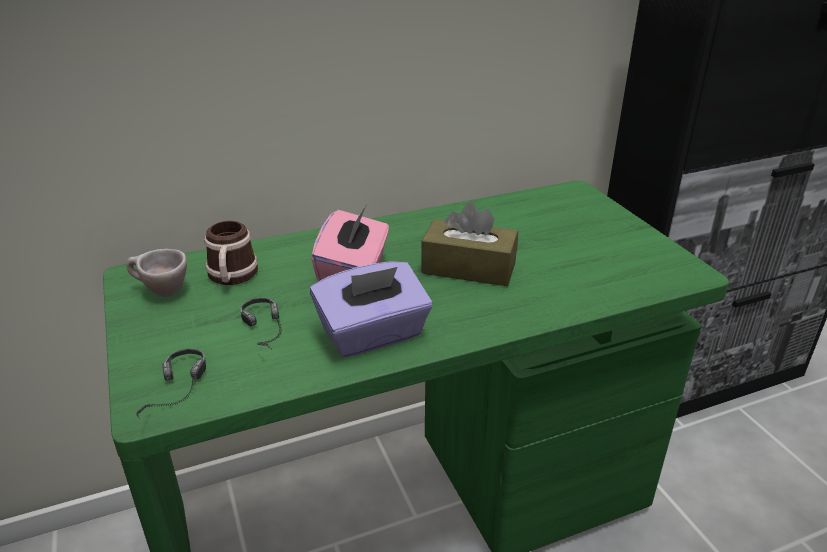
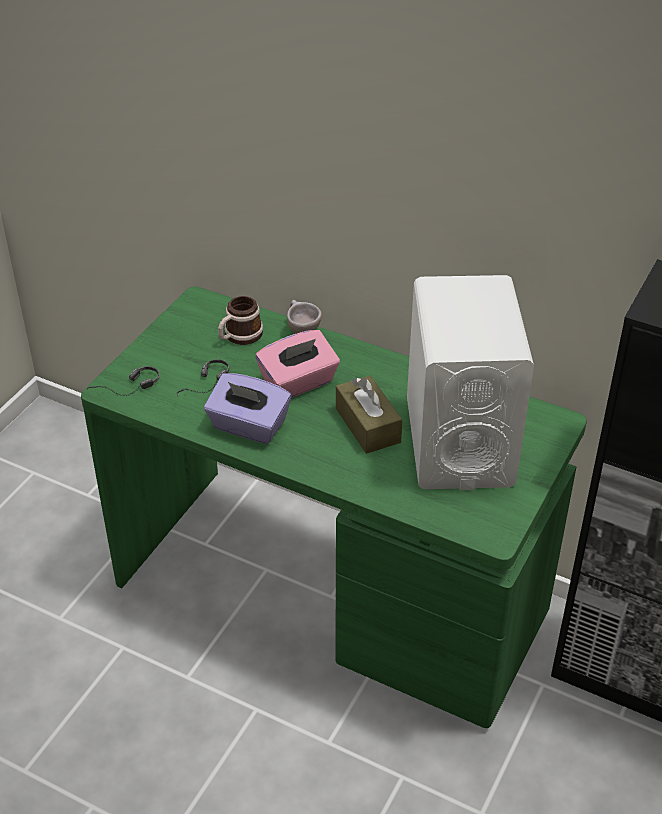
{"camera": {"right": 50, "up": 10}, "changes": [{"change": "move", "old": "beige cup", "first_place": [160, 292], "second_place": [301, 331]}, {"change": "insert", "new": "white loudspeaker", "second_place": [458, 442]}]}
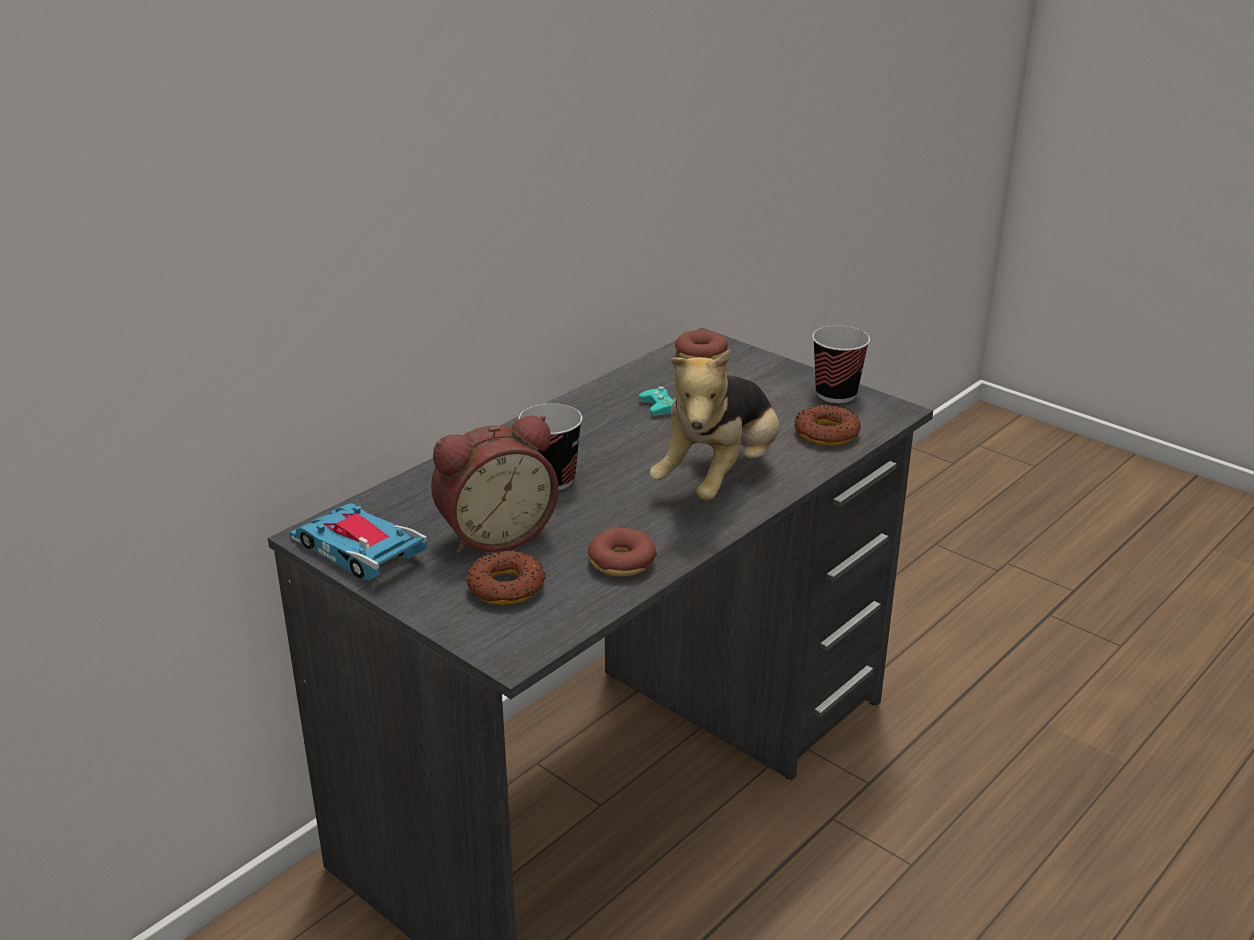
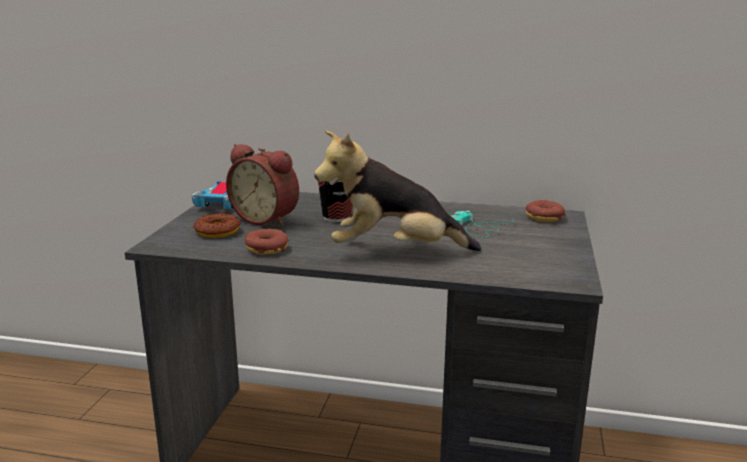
{"camera": {"right": 60, "up": -10}, "changes": [{"change": "delete", "old": "donut", "first_place": [826, 433]}, {"change": "delete", "old": "cup", "first_place": [836, 394]}]}
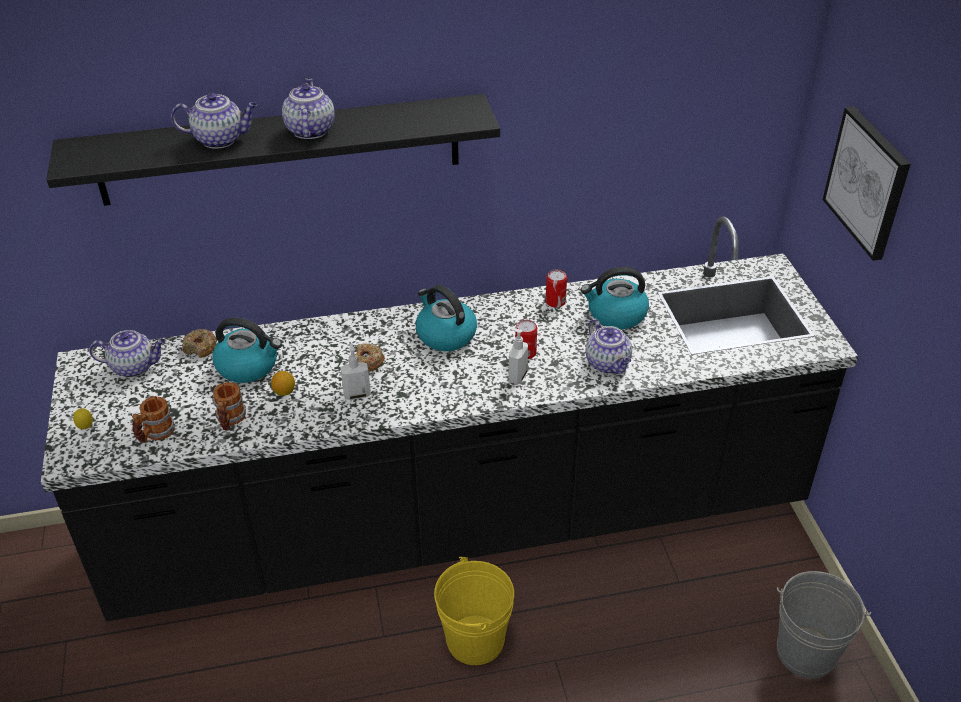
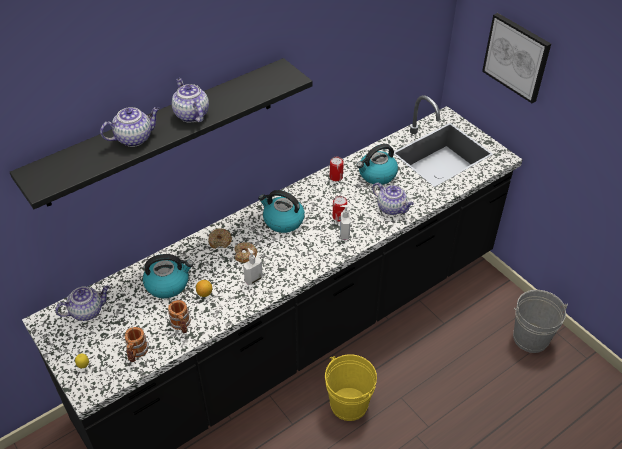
{"camera": {"right": -25, "up": 5}, "changes": [{"change": "move", "old": "donut", "first_place": [200, 348], "second_place": [220, 241]}]}
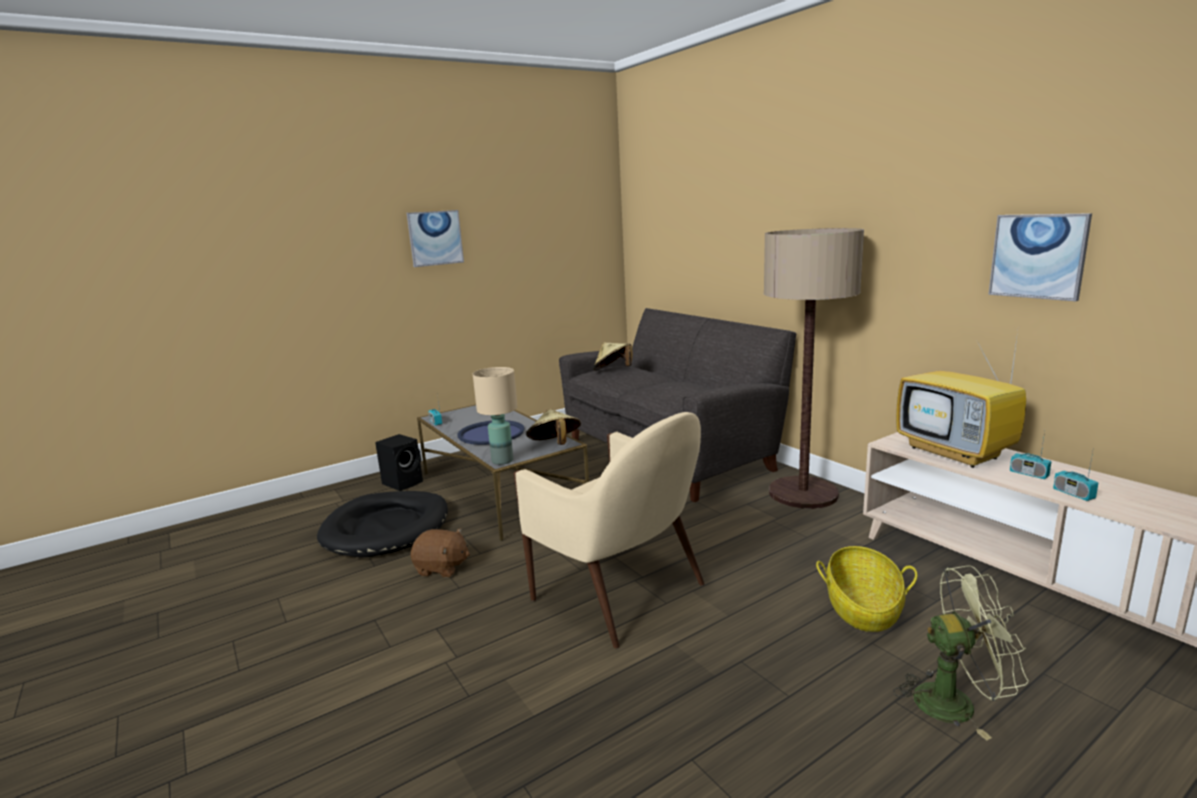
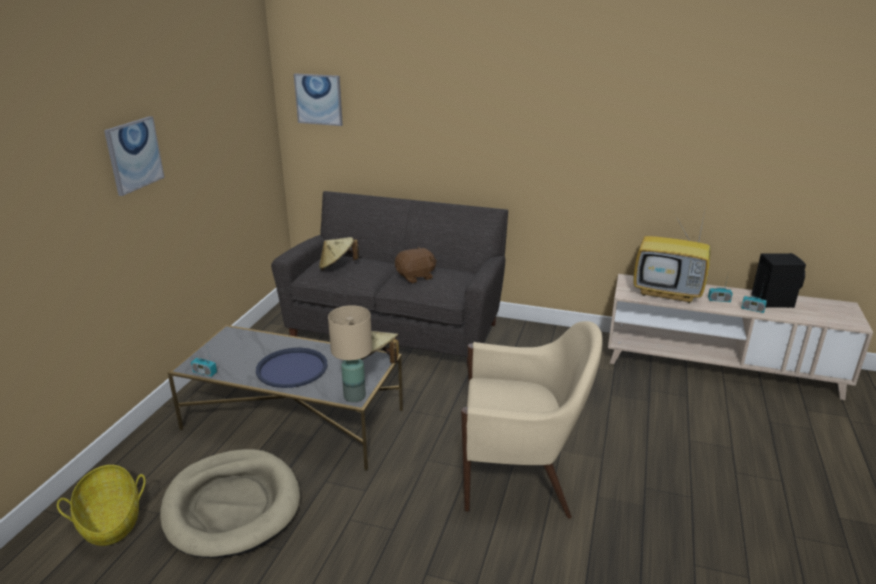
{"camera": {"right": -40, "up": 10}, "changes": [{"change": "move", "old": "storage basket", "first_place": [862, 608], "second_place": [110, 521]}, {"change": "recolor", "old": "black-coloured dog cushion", "new": "beige dog cushion", "first_place": [387, 528], "second_place": [232, 506]}, {"change": "move", "old": "wall picture", "first_place": [1038, 256], "second_place": [319, 99]}, {"change": "move", "old": "brownish cuddly toy", "first_place": [442, 568], "second_place": [416, 277]}, {"change": "move", "old": "black-coloured loudspeaker", "first_place": [404, 482], "second_place": [772, 300]}, {"change": "delete", "old": "standard lamp", "first_place": [803, 493]}, {"change": "delete", "old": "green cooling fan", "first_place": [955, 701]}]}
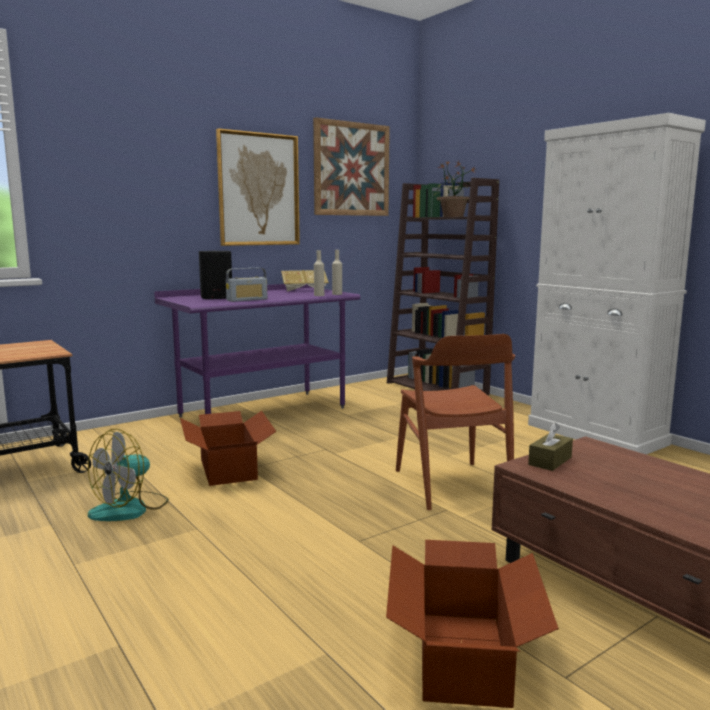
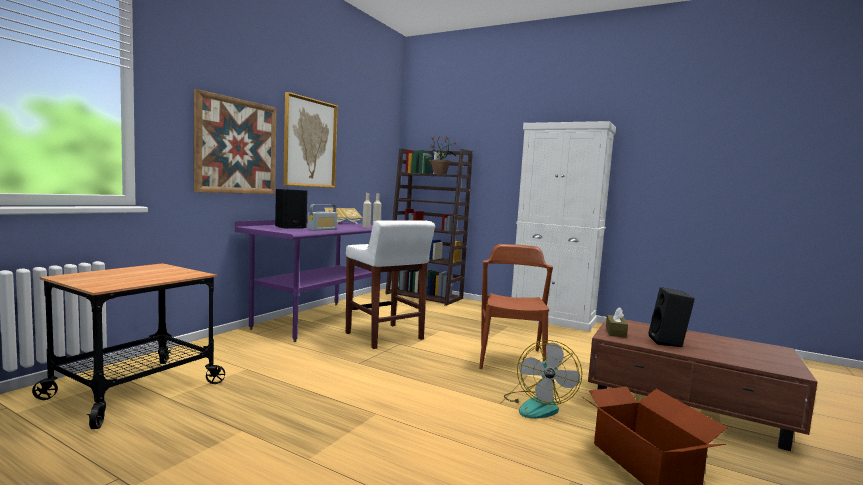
{"camera": {"right": -25, "up": -5}, "changes": [{"change": "move", "old": "wall picture", "first_place": [351, 169], "second_place": [237, 146]}, {"change": "insert", "new": "white stool seat", "second_place": [385, 337]}, {"change": "rotate", "old": "brownish upright chair", "first_place": [452, 485], "second_place": [511, 359], "degrees": -135}, {"change": "move", "old": "cooling fan", "first_place": [130, 508], "second_place": [538, 405]}, {"change": "insert", "new": "black-coloured loudspeaker", "second_place": [668, 342]}, {"change": "delete", "old": "cardboard box", "first_place": [229, 468]}]}
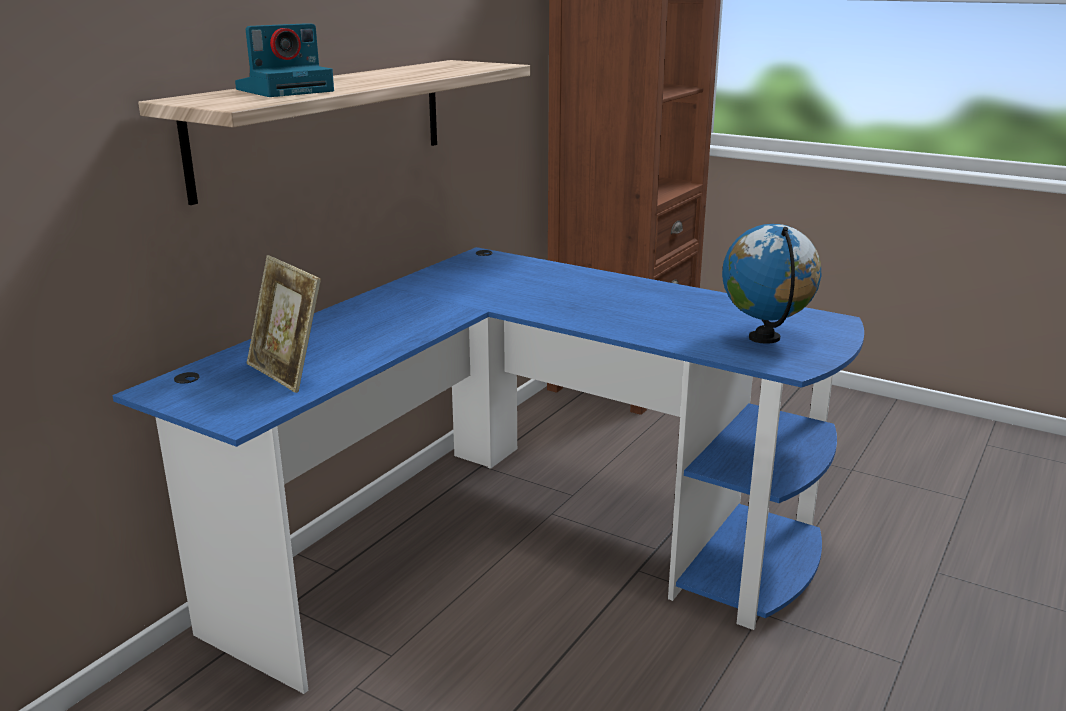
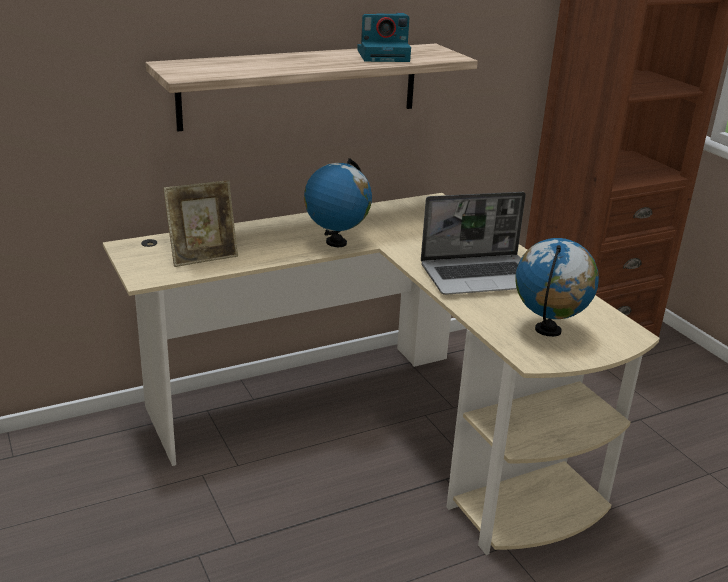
{"camera": {"right": 30, "up": 5}, "changes": [{"change": "recolor", "old": "blue-coloured desk table", "new": "beige desk table", "first_place": [521, 543], "second_place": [383, 427]}, {"change": "rotate", "old": "picture frame", "first_place": [287, 373], "second_place": [203, 257], "degrees": -105}, {"change": "insert", "new": "desk globe", "second_place": [336, 242]}, {"change": "move", "old": "photo camera", "first_place": [286, 90], "second_place": [384, 55]}, {"change": "insert", "new": "laptop", "second_place": [481, 276]}]}
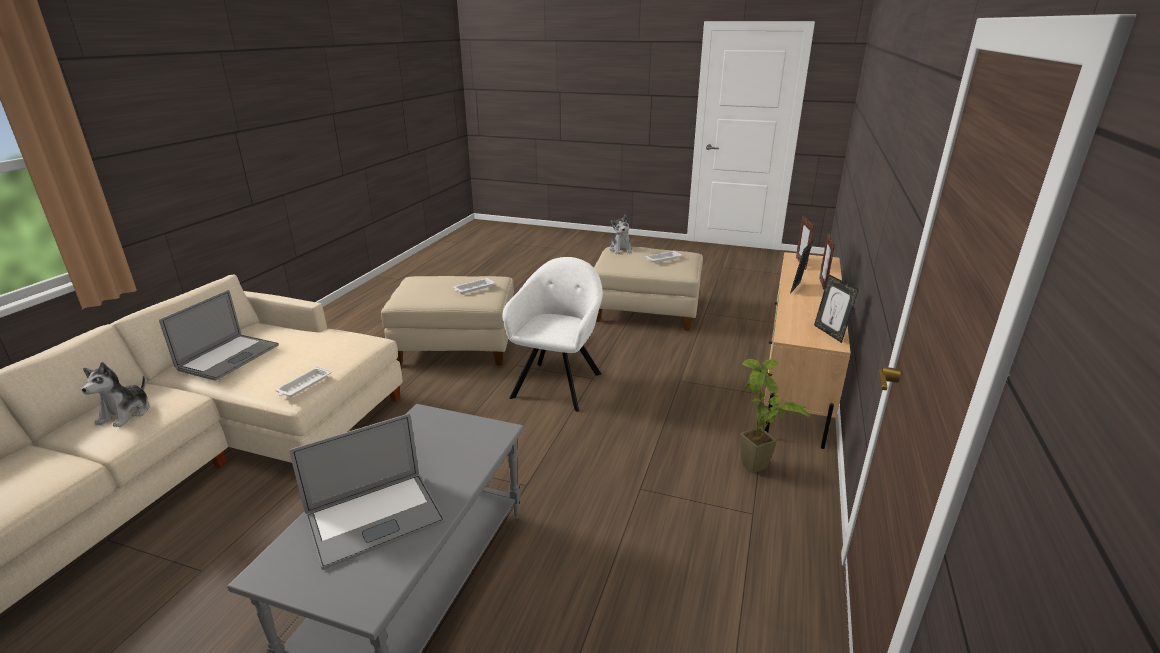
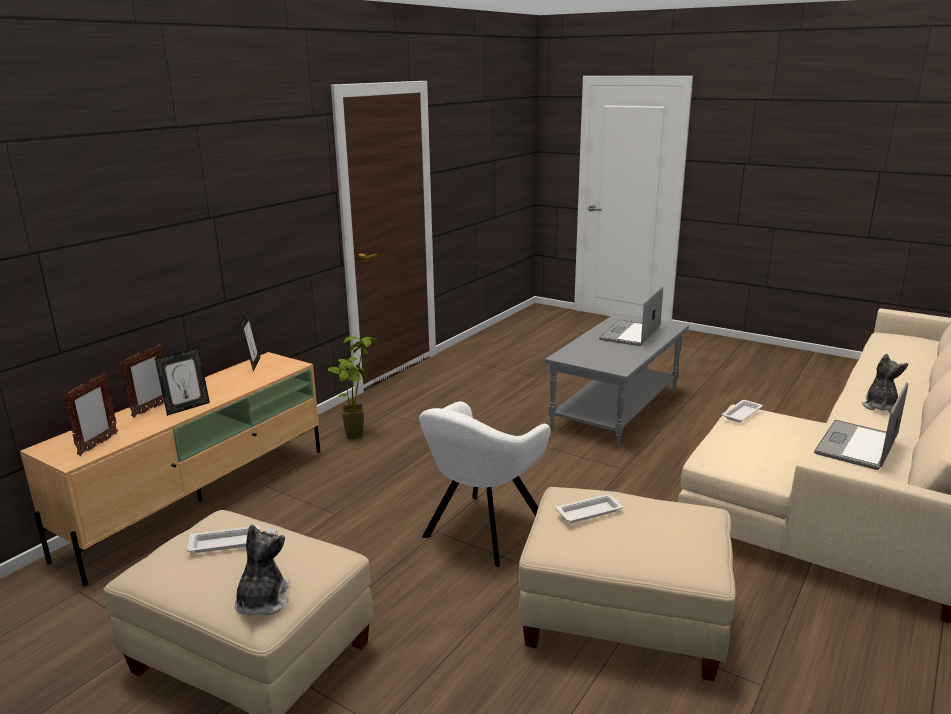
{"camera": {"right": -165, "up": -5}, "changes": [{"change": "rotate", "old": "laptop", "first_place": [374, 519], "second_place": [630, 333], "degrees": -45}]}
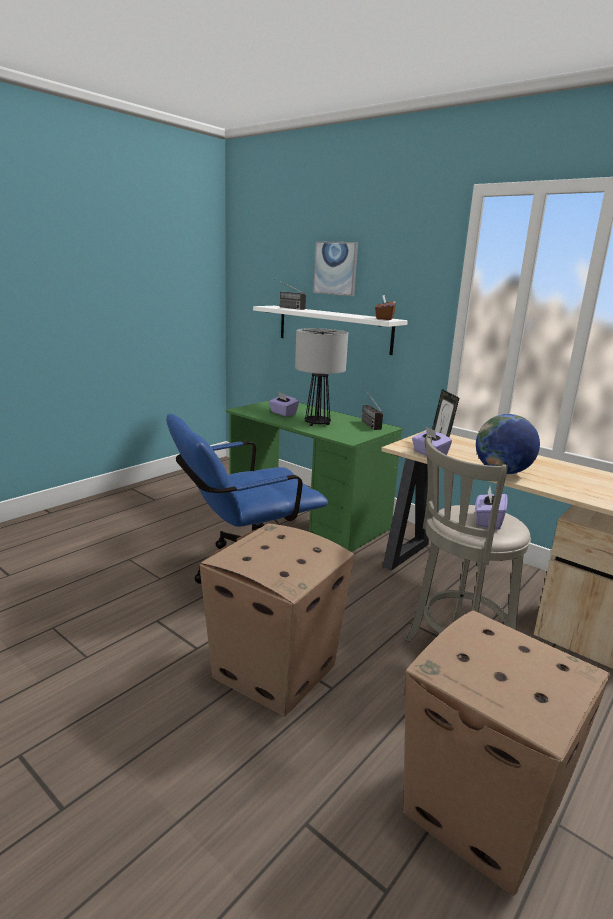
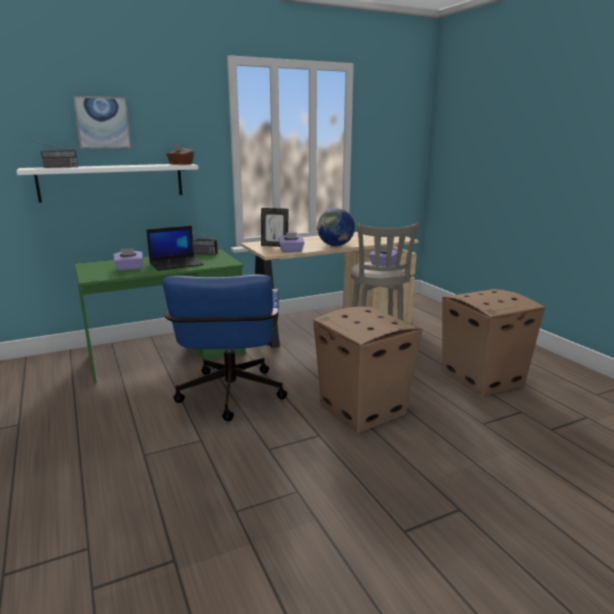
{"camera": {"right": -65, "up": 0}, "changes": [{"change": "replace", "old": "tabletop lamp", "new": "laptop", "first_place": [317, 423], "second_place": [177, 264]}]}
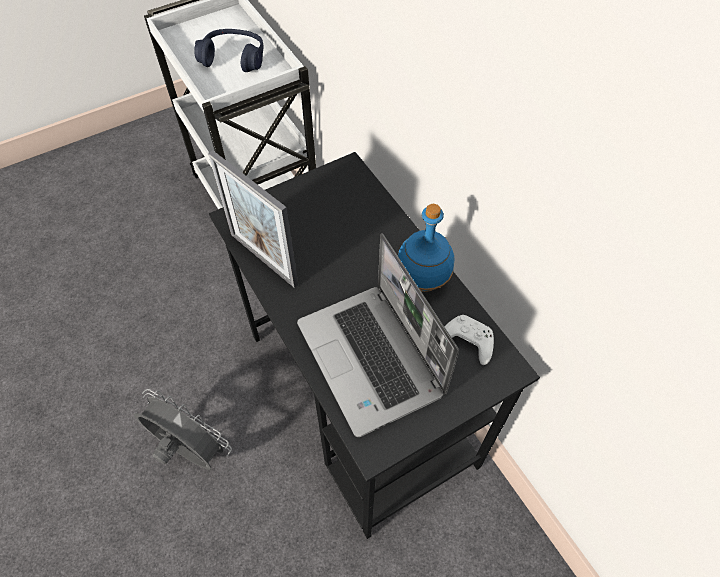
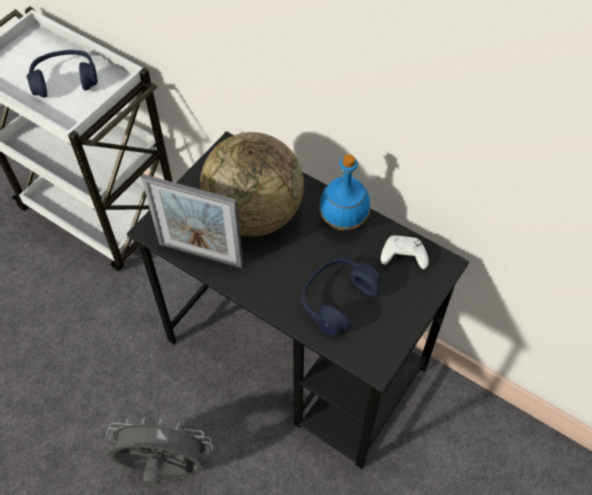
{"camera": {"right": -25, "up": 0}, "changes": [{"change": "insert", "new": "desk globe", "second_place": [254, 214]}, {"change": "replace", "old": "laptop", "new": "blue-coloured pair of headphones", "first_place": [372, 359], "second_place": [337, 300]}]}
